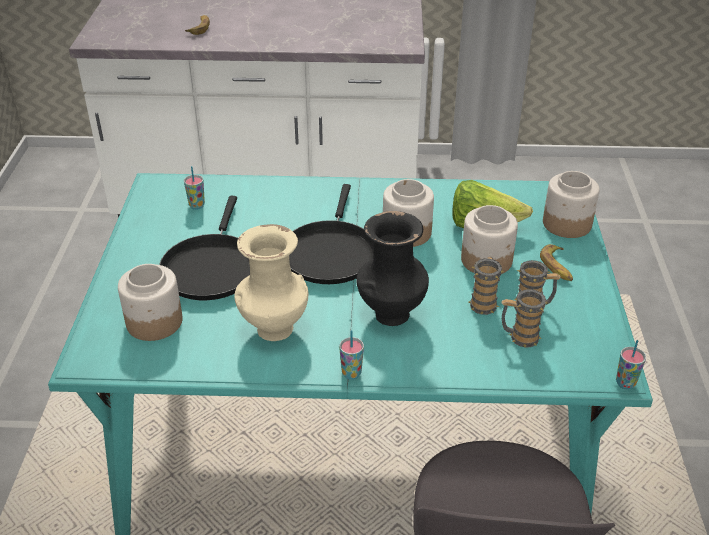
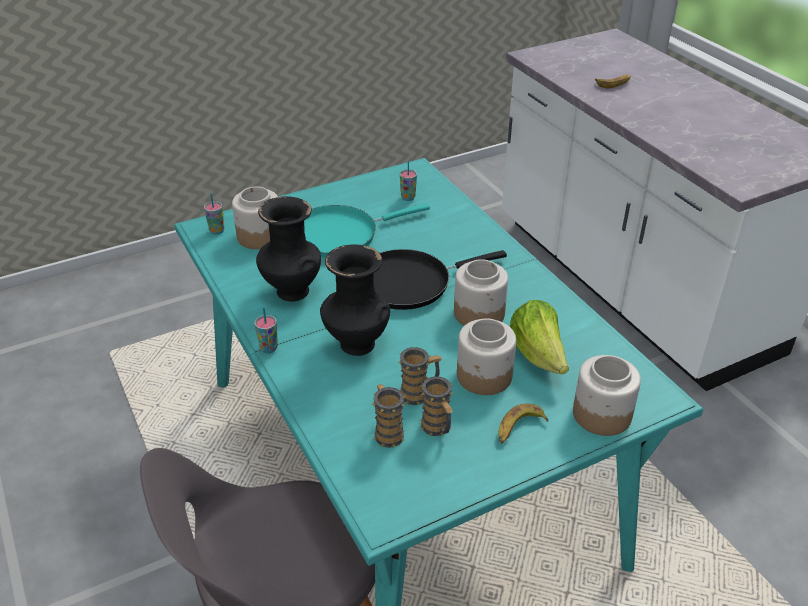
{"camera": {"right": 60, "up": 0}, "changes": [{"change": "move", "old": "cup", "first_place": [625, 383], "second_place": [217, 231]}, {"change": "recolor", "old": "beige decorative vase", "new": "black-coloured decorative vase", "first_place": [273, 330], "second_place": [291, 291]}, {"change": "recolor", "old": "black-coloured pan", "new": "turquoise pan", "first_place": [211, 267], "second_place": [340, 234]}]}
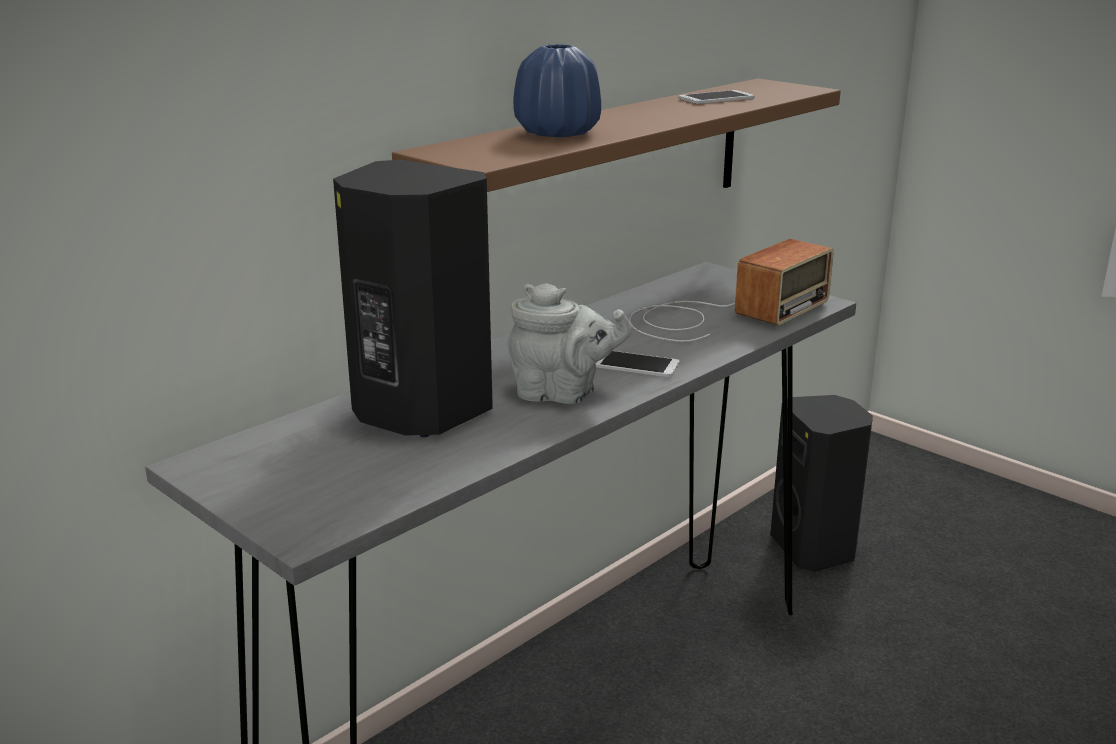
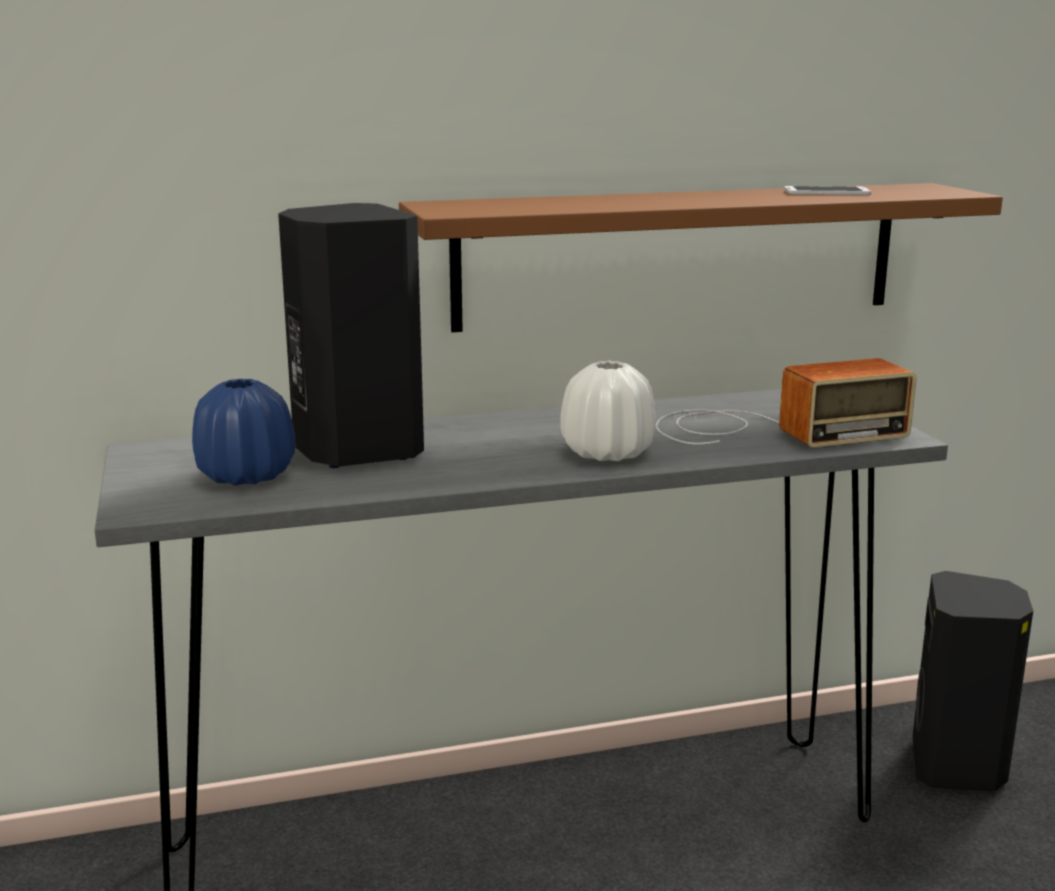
{"camera": {"right": 30, "up": -5}, "changes": [{"change": "move", "old": "blue-coloured decorative vase", "first_place": [557, 133], "second_place": [246, 476]}, {"change": "replace", "old": "telephone", "new": "white decorative vase", "first_place": [636, 365], "second_place": [607, 453]}, {"change": "delete", "old": "grey tea pot", "first_place": [562, 394]}]}
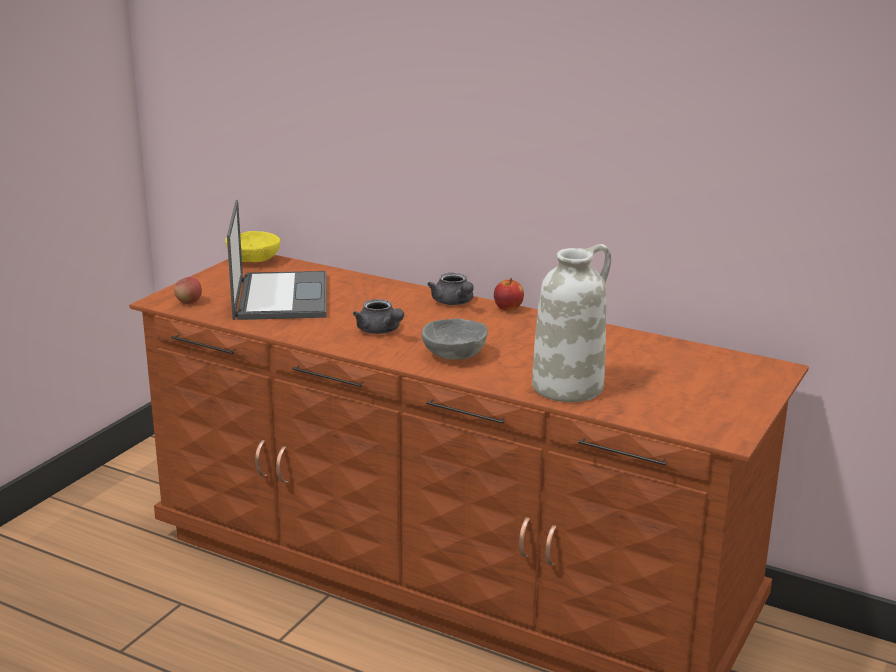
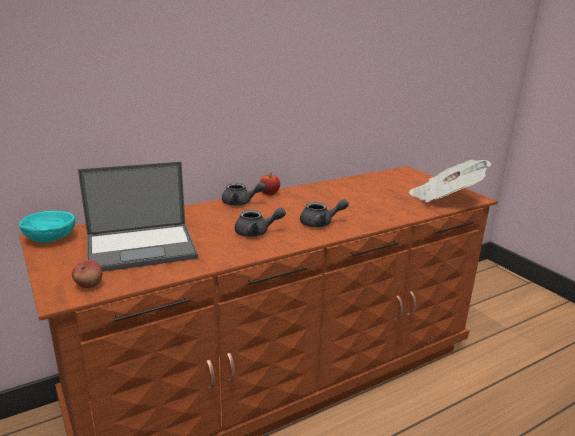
{"camera": {"right": -60, "up": 0}, "changes": [{"change": "recolor", "old": "yellow serving bowl", "new": "turquoise serving bowl", "first_place": [253, 260], "second_place": [50, 238]}, {"change": "rotate", "old": "laptop", "first_place": [280, 296], "second_place": [142, 247], "degrees": 135}, {"change": "replace", "old": "grey serving bowl", "new": "grey tea pot", "first_place": [454, 355], "second_place": [321, 223]}, {"change": "insert", "new": "daily paper", "second_place": [445, 198]}, {"change": "delete", "old": "white decorative vase", "first_place": [568, 386]}]}
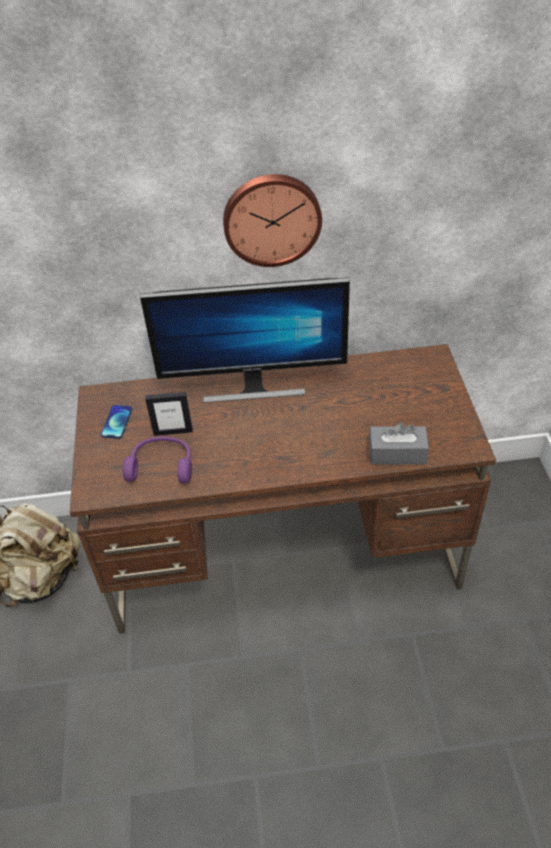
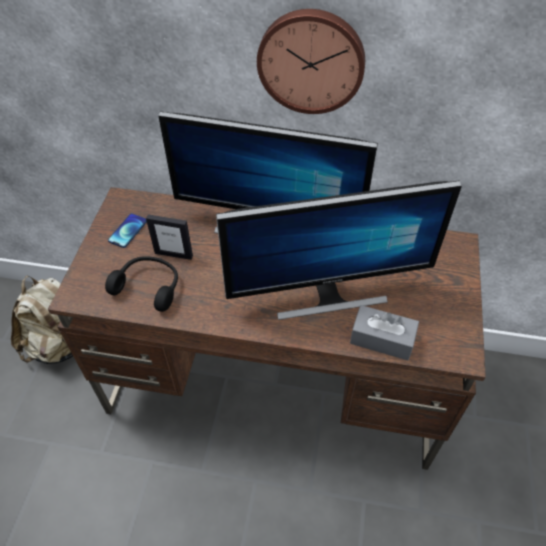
{"camera": {"right": 15, "up": 5}, "changes": [{"change": "recolor", "old": "purplish pair of headphones", "new": "black-coloured pair of headphones", "first_place": [162, 466], "second_place": [149, 286]}, {"change": "insert", "new": "computer display", "second_place": [328, 294]}]}
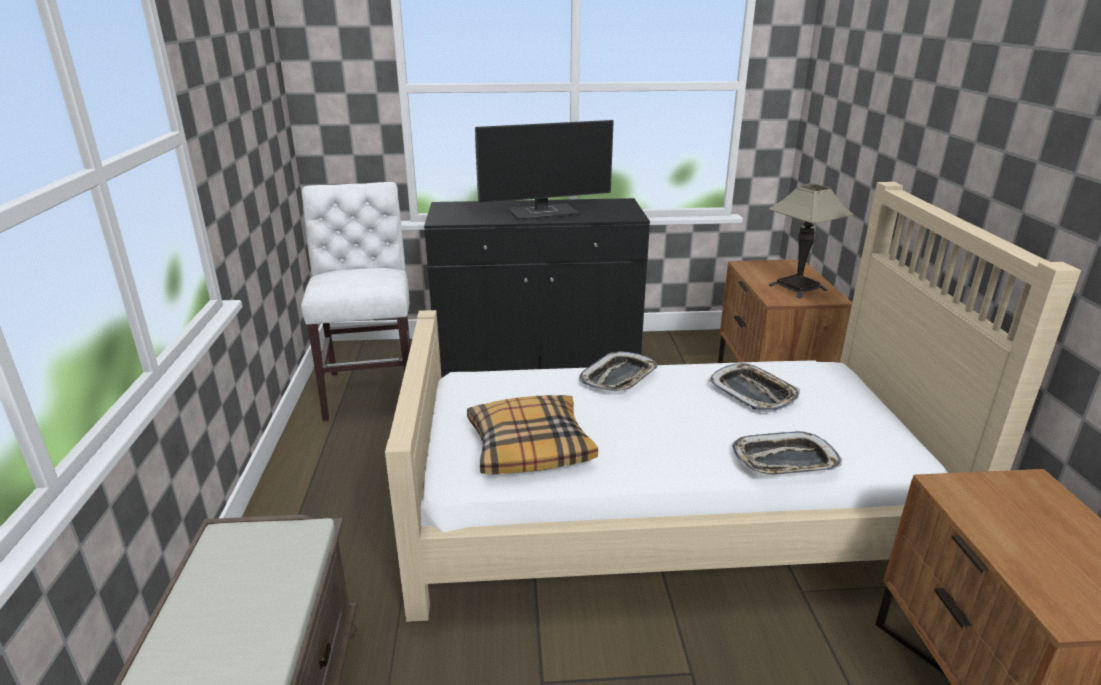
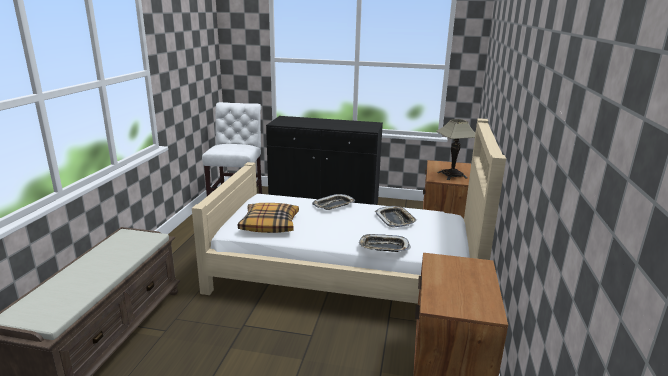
{"camera": {"right": 15, "up": -5}, "changes": [{"change": "delete", "old": "computer display", "first_place": [544, 213]}]}
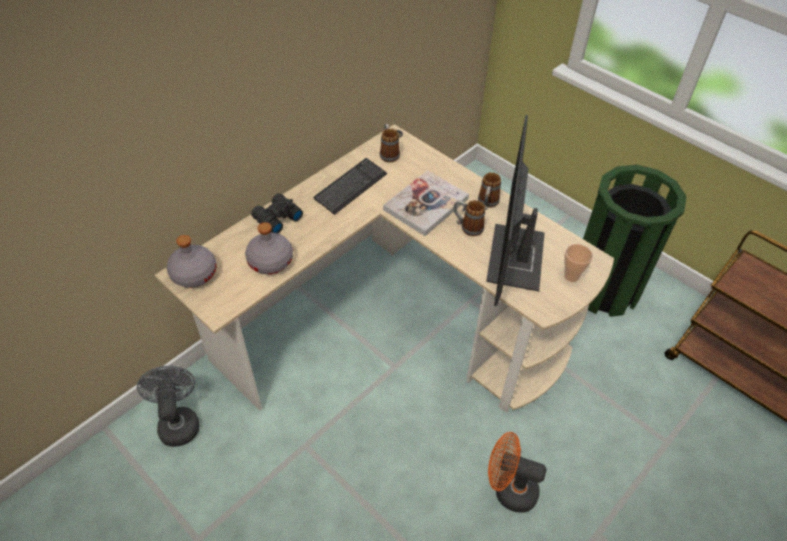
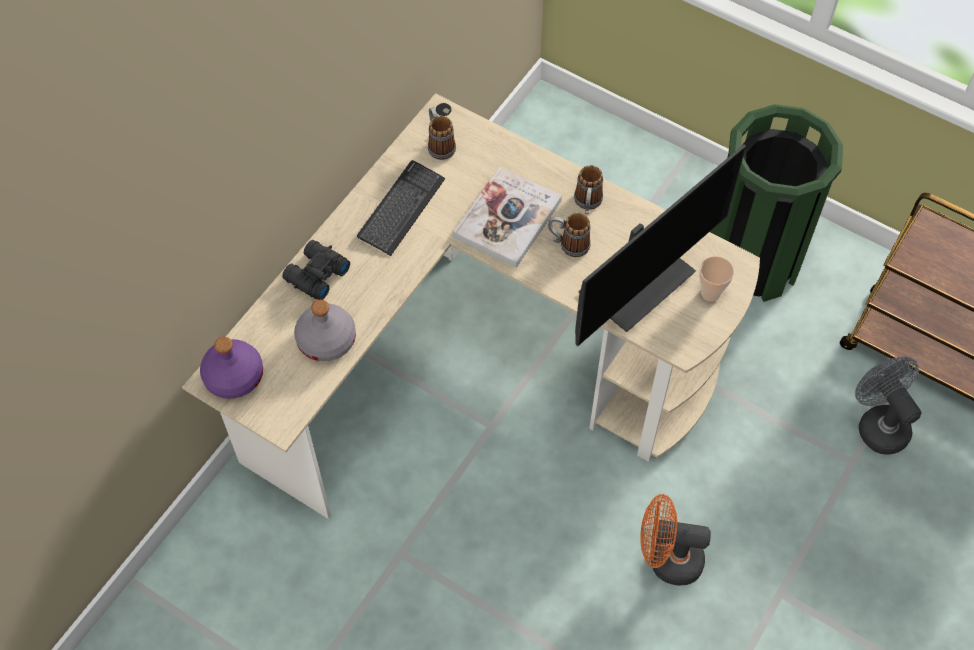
{"camera": {"right": -10, "up": 10}, "changes": [{"change": "recolor", "old": "grey drink bottle", "new": "purplish drink bottle", "first_place": [193, 274], "second_place": [233, 376]}, {"change": "rotate", "old": "computer display", "first_place": [516, 259], "second_place": [638, 281], "degrees": -135}, {"change": "move", "old": "grey cooling fan", "first_place": [178, 422], "second_place": [878, 424]}]}
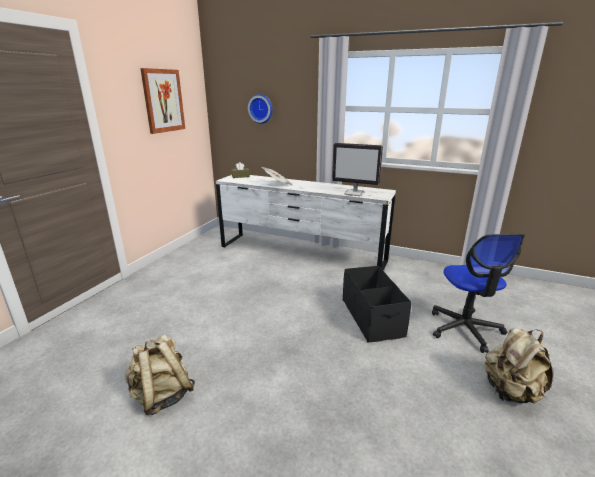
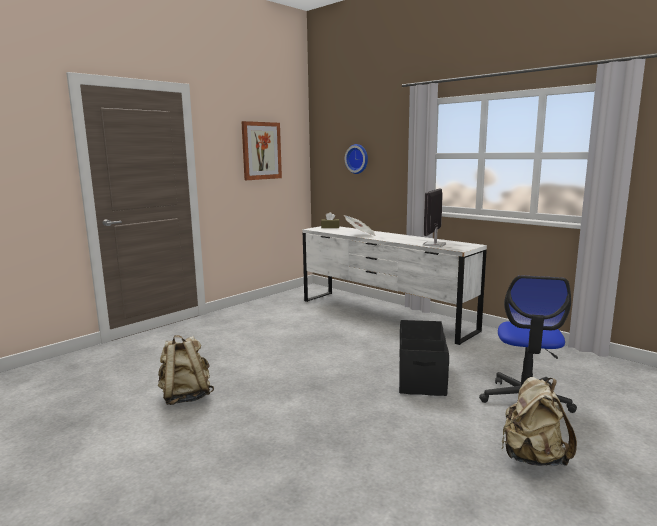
{"camera": {"right": 20, "up": -10}, "changes": [{"change": "rotate", "old": "computer display", "first_place": [354, 193], "second_place": [434, 245], "degrees": 75}]}
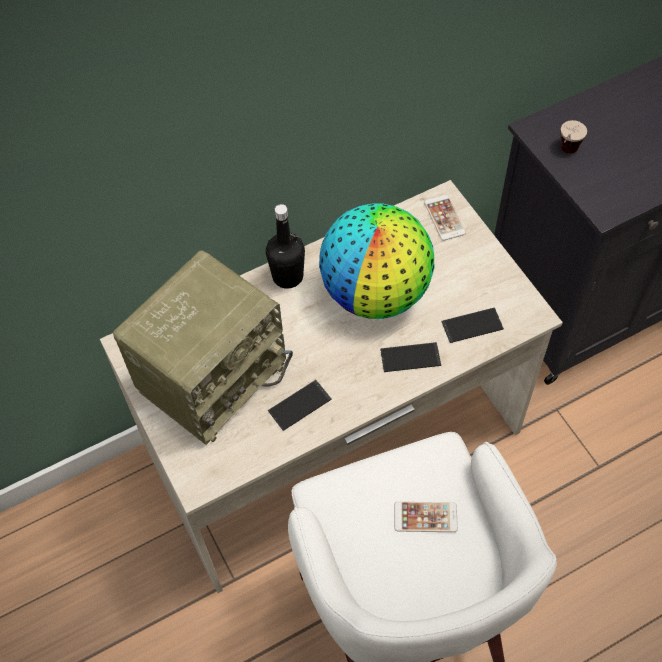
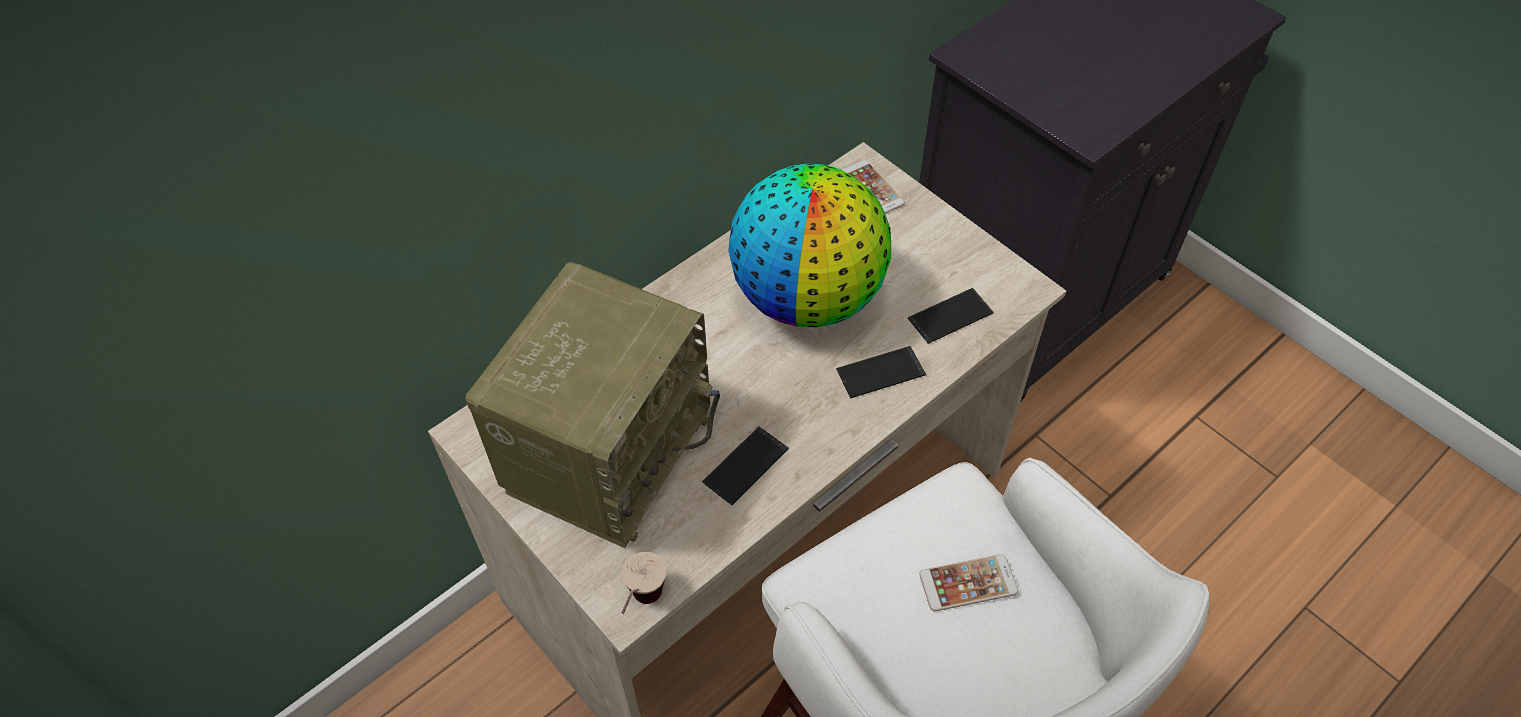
{"camera": {"right": -15, "up": -5}, "changes": [{"change": "move", "old": "cup", "first_place": [565, 154], "second_place": [642, 607]}, {"change": "delete", "old": "black-coloured drink bottle", "first_place": [287, 276]}]}
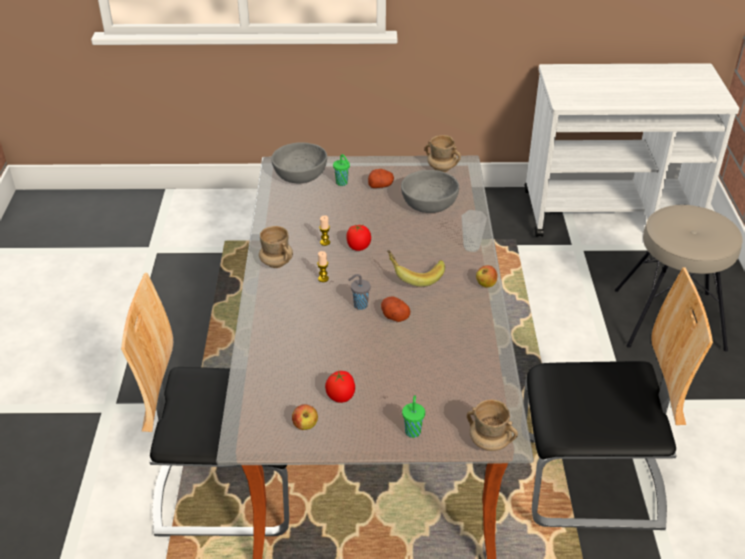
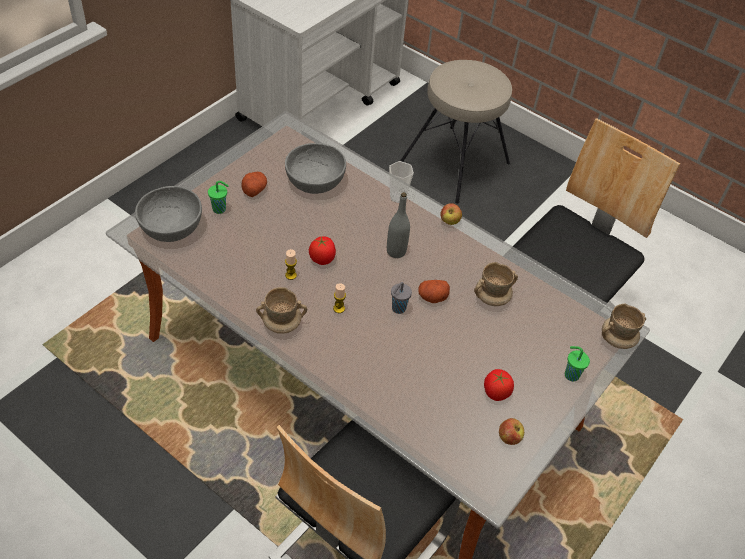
{"camera": {"right": -55, "up": 10}, "changes": [{"change": "replace", "old": "banana fruit", "new": "grey drink bottle", "first_place": [414, 275], "second_place": [396, 251]}, {"change": "move", "old": "beige mug", "first_place": [442, 168], "second_place": [492, 298]}]}
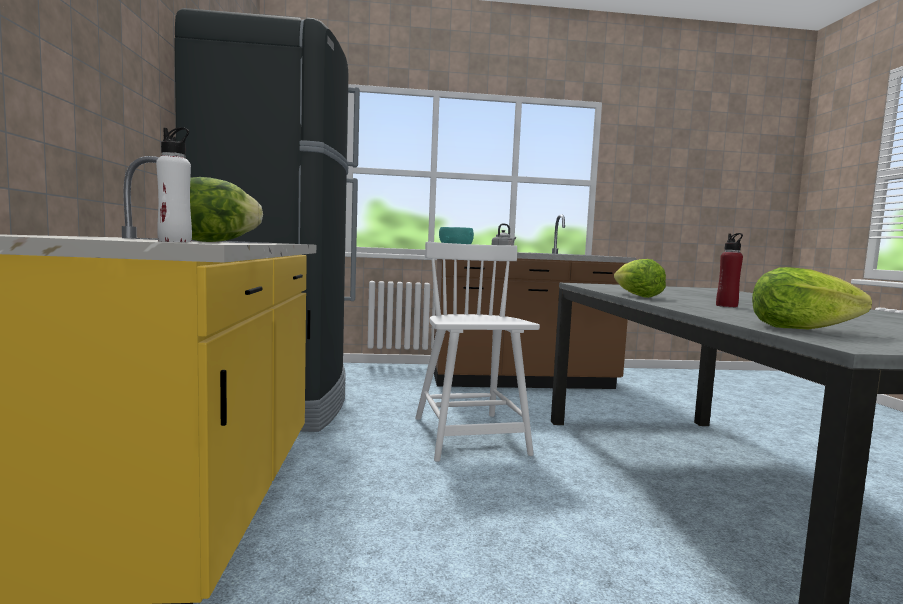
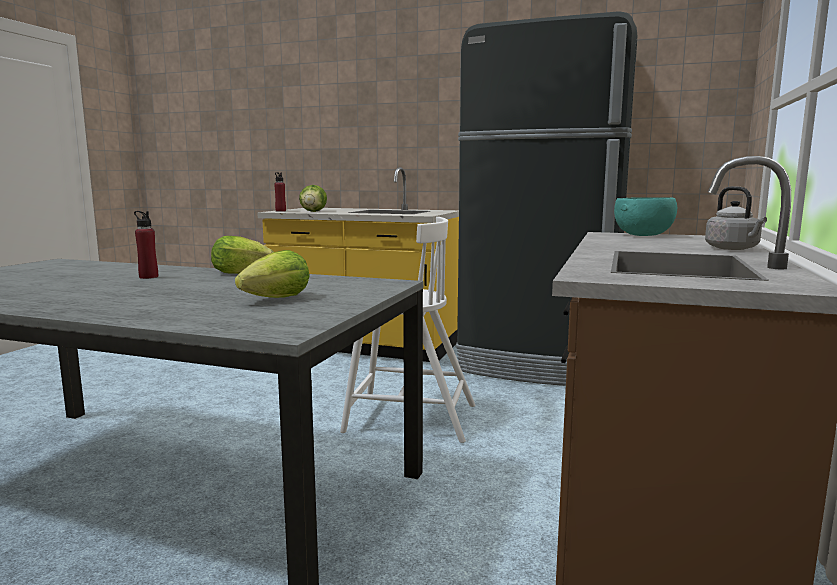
{"camera": {"right": 115, "up": 5}, "changes": [{"change": "move", "old": "lettuce", "first_place": [799, 329], "second_place": [277, 299]}, {"change": "recolor", "old": "white drink bottle", "new": "red drink bottle", "first_place": [175, 241], "second_place": [280, 211]}]}
